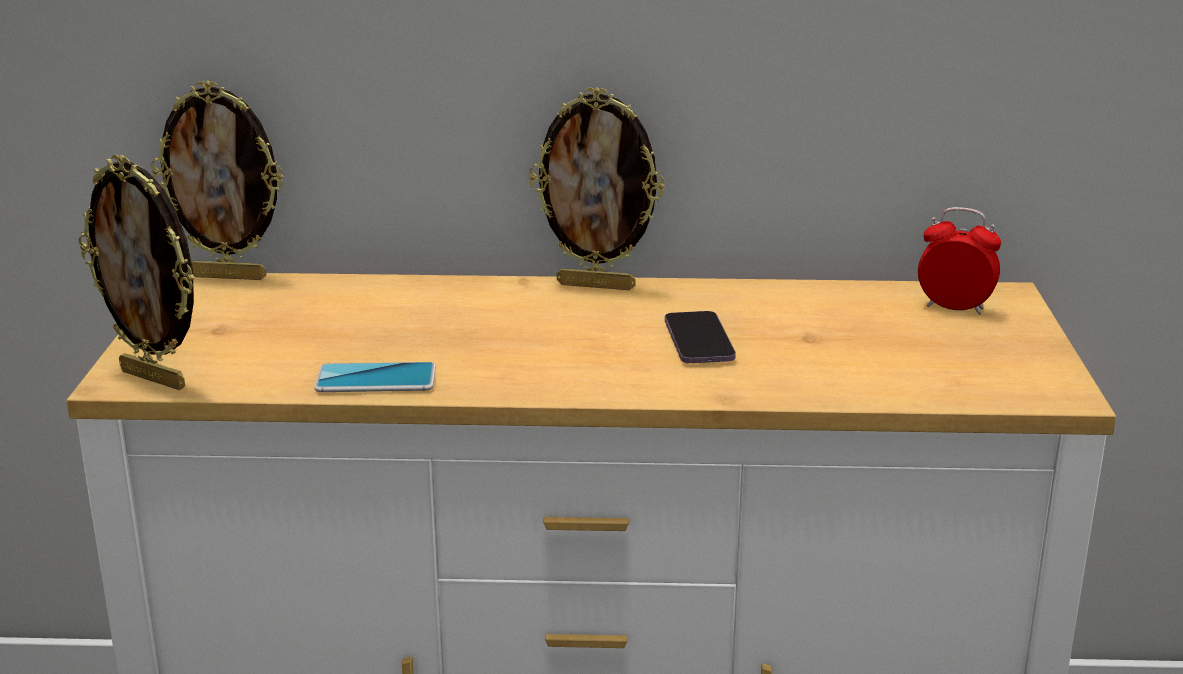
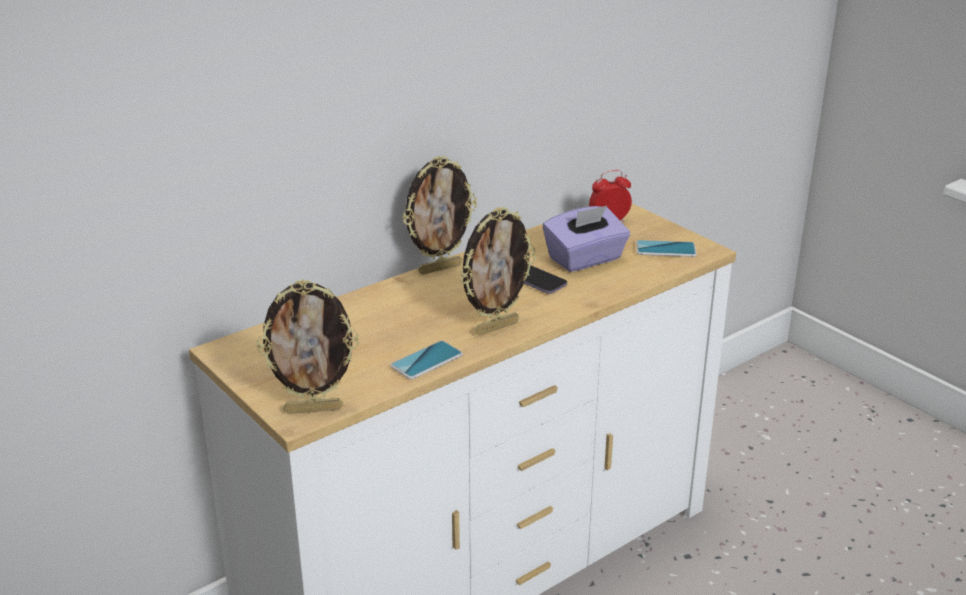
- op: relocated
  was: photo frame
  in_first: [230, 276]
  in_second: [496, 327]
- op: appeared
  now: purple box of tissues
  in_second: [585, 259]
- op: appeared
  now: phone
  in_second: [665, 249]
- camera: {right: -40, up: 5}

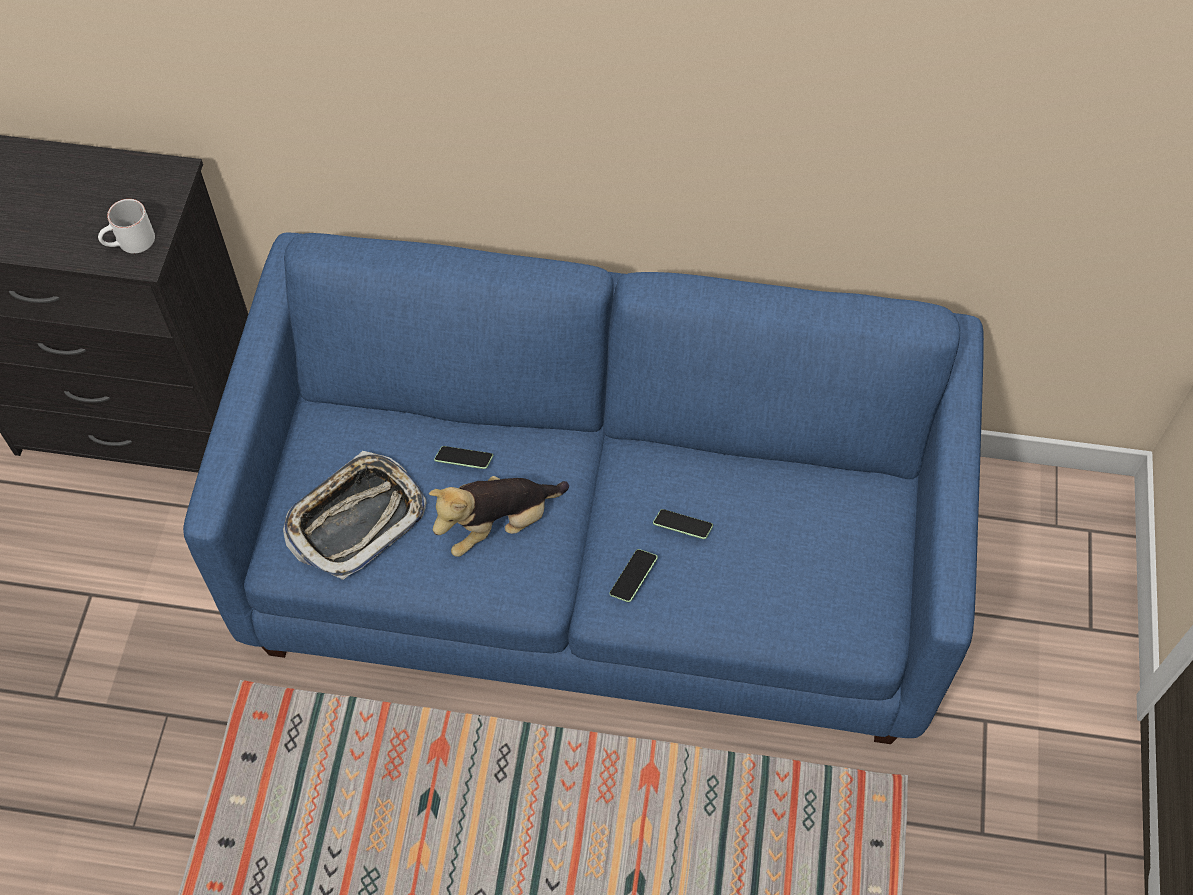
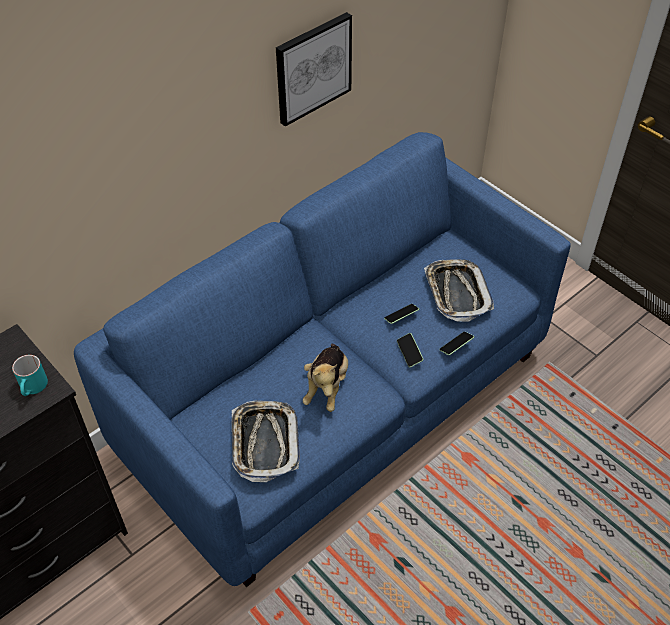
- op: colour
  was: whitish coffee mug
  now: blue-green coffee mug
  in_first: [130, 244]
  in_second: [33, 388]
- op: relocated
  was: phone
  in_first: [464, 461]
  in_second: [456, 346]
- op: appeared
  now: wall art
  in_second: [312, 68]
- op: appeared
  now: tray
  in_second: [457, 293]
- camera: {right: -50, up: -10}

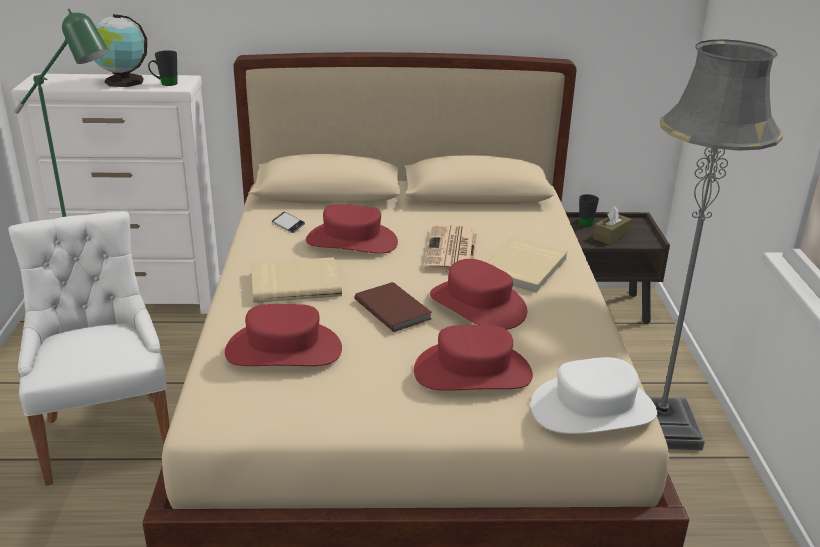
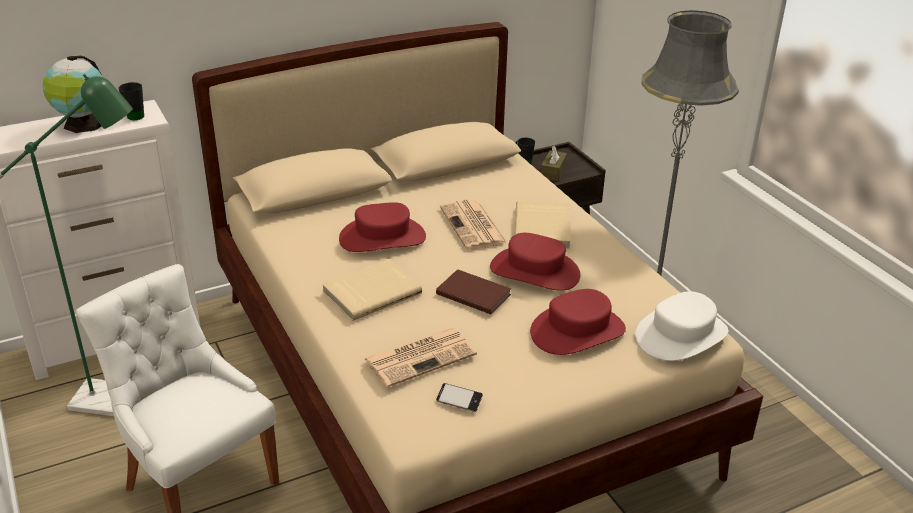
- op: exchanged
  was: reddish hat
  now: printed paper
  in_first: [284, 350]
  in_second: [421, 356]
- op: relocated
  was: phone
  in_first: [288, 225]
  in_second: [459, 400]
- camera: {right: -25, up: 5}

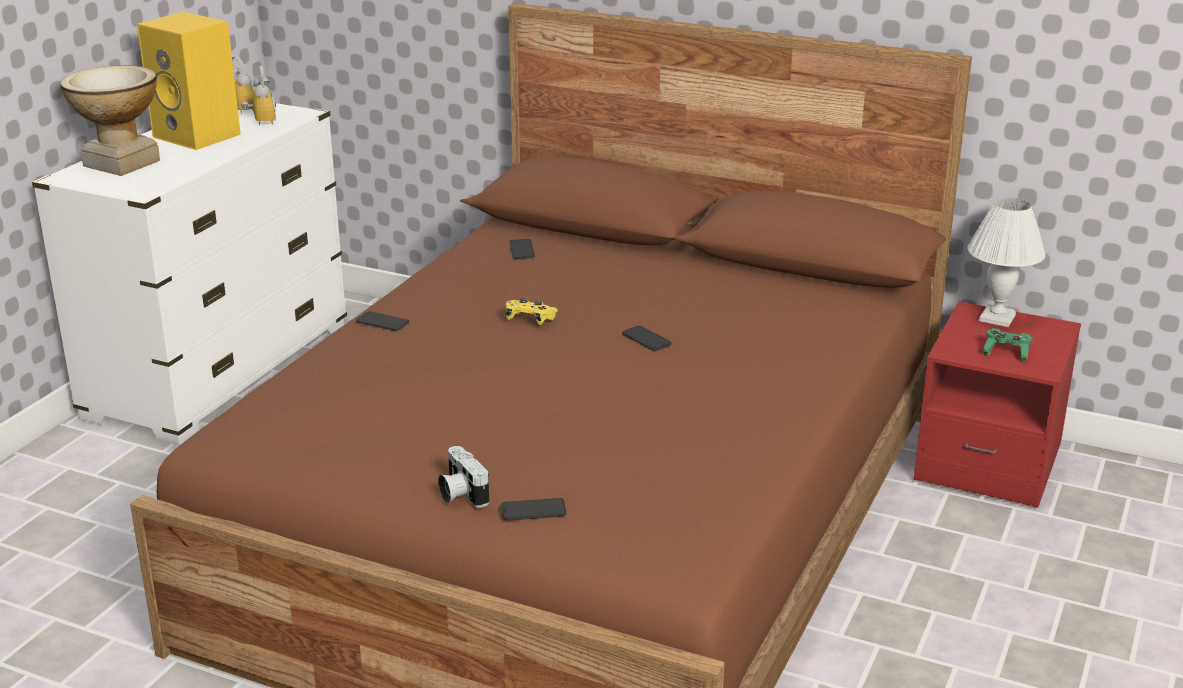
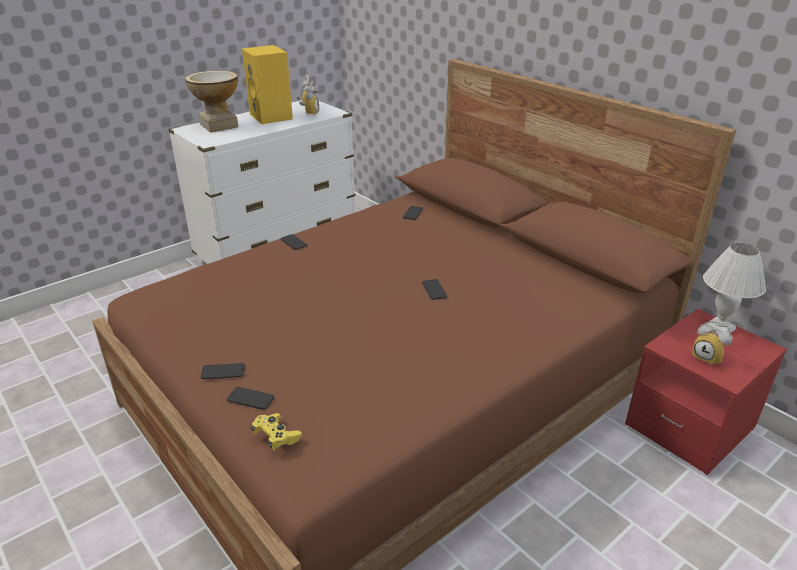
- op: exchanged
  was: still camera
  now: phone
  in_first: [460, 493]
  in_second: [223, 371]
- op: relocated
  was: yellow game controller
  in_first: [530, 319]
  in_second: [276, 437]
- op: exchanged
  was: greenish game controller
  now: table clock
  in_first: [1006, 352]
  in_second: [708, 358]
- camera: {right: 25, up: 5}

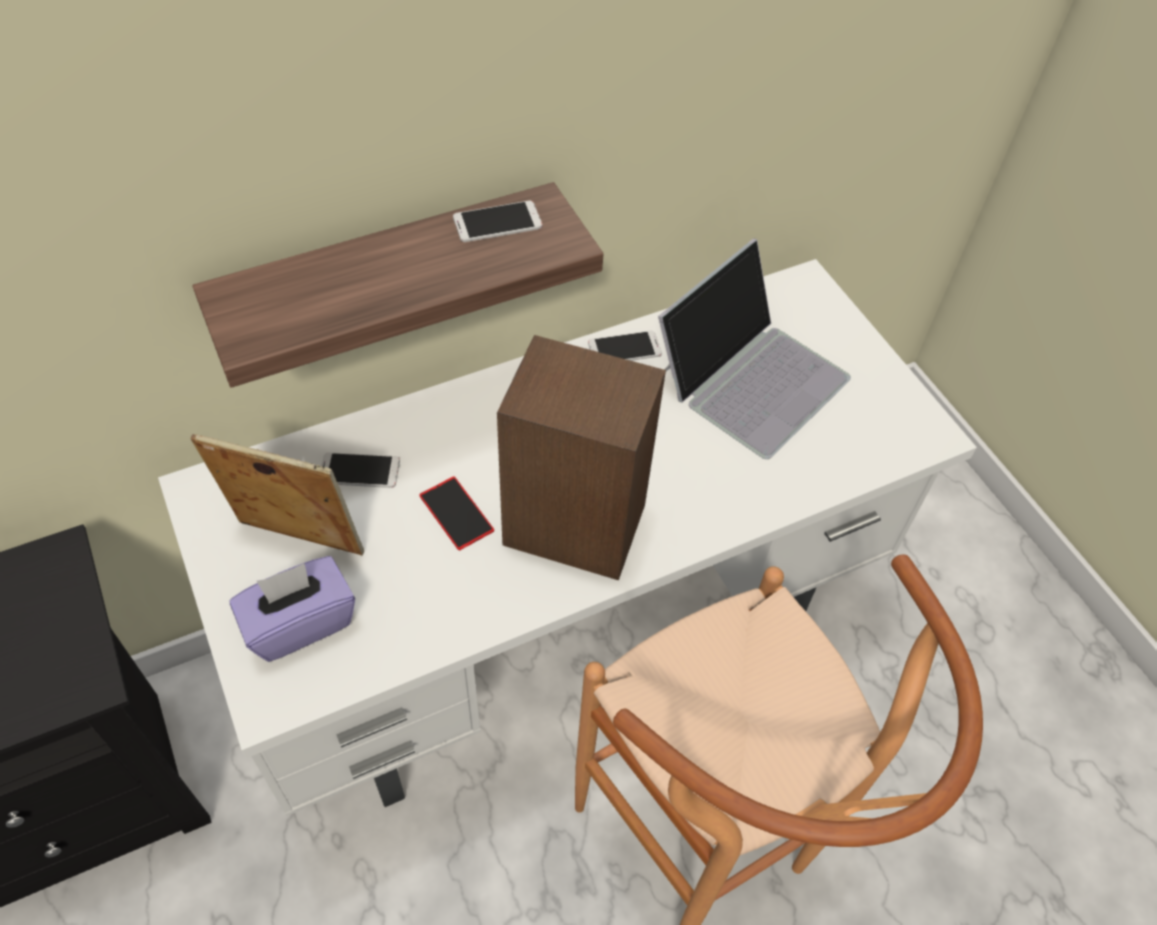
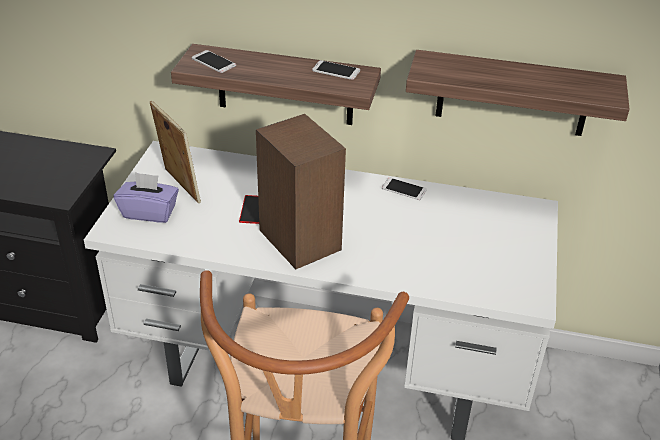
- op: relocated
  was: phone
  in_first: [359, 471]
  in_second: [213, 62]
- op: missing
  was: laptop
  in_first: [750, 376]
- op: appeared
  now: bracket shelf
  in_second: [513, 94]
- camera: {right: 40, up: -15}

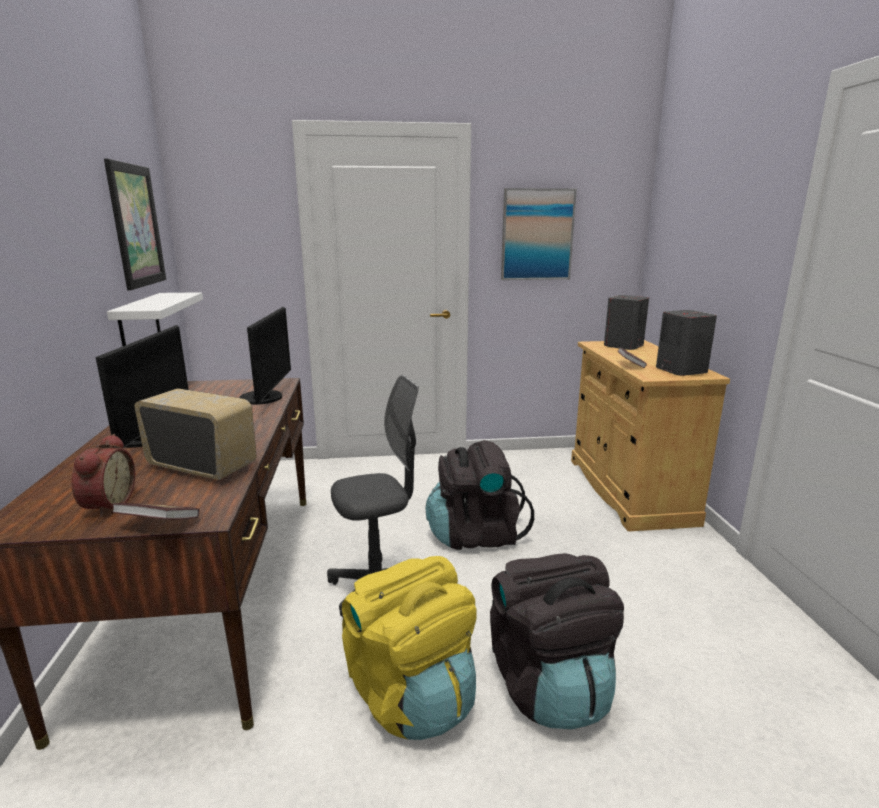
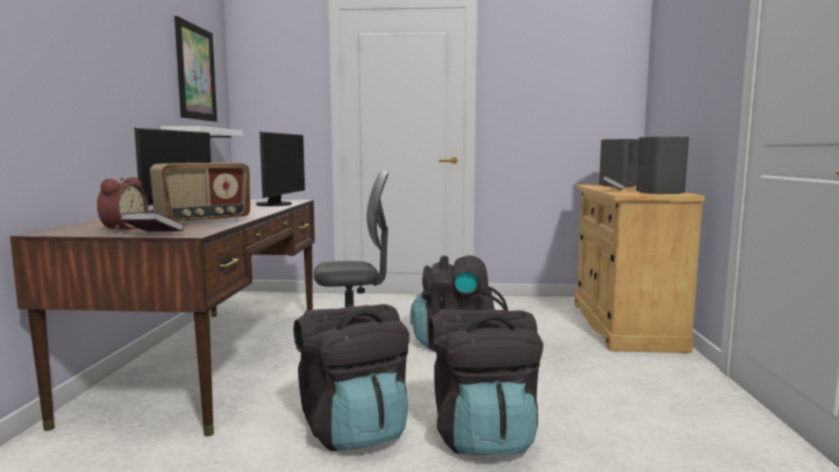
- op: spun
  was: radio set
  in_first: [203, 466]
  in_second: [204, 221]
  clockwise: 105
- op: colour
  was: yellow knapsack
  now: blackish knapsack
  in_first: [411, 694]
  in_second: [354, 430]
- op: missing
  was: wall art
  in_first: [537, 235]
- camera: {right: 10, up: -10}

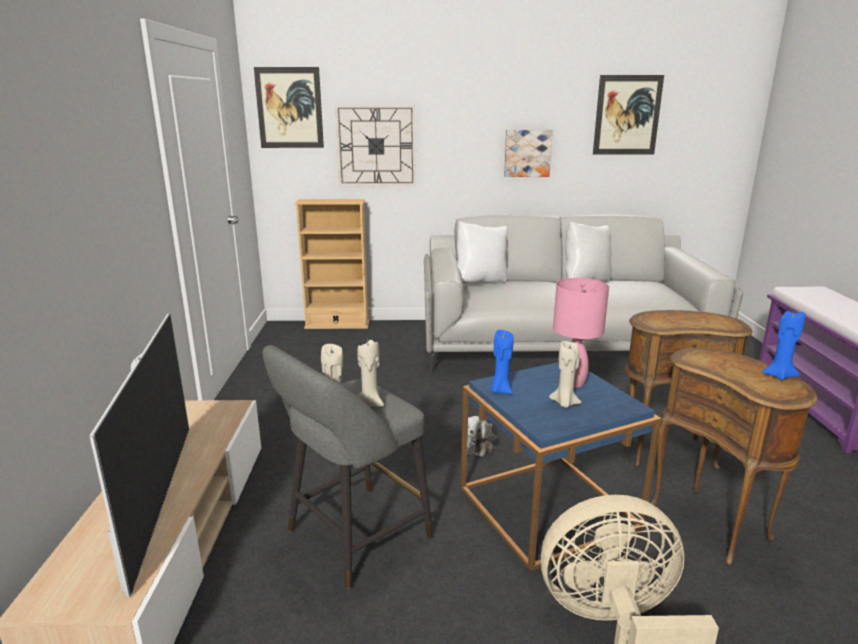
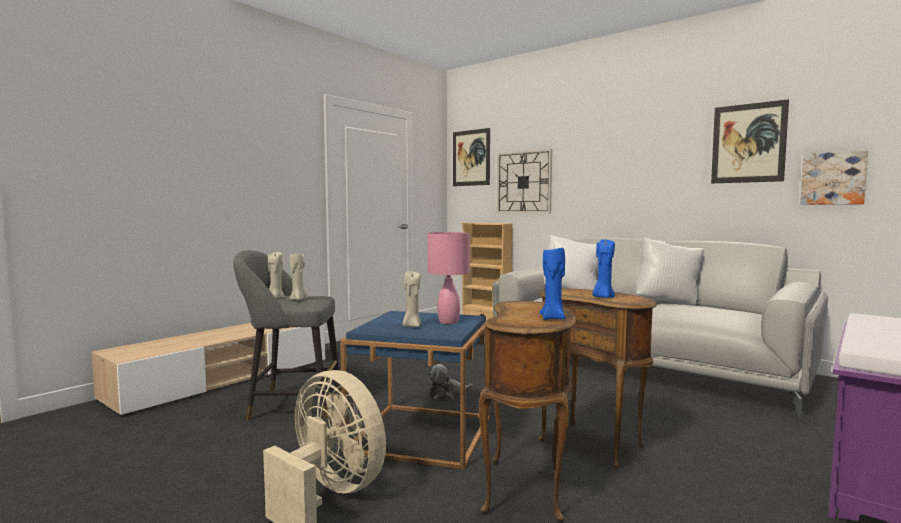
- op: missing
  was: television
  in_first: [162, 498]
- op: relocated
  was: bluish wax light
  in_first: [500, 390]
  in_second: [603, 297]
- op: relocated
  was: wall art
  in_first: [527, 153]
  in_second: [833, 178]
- camera: {right: 40, up: -15}

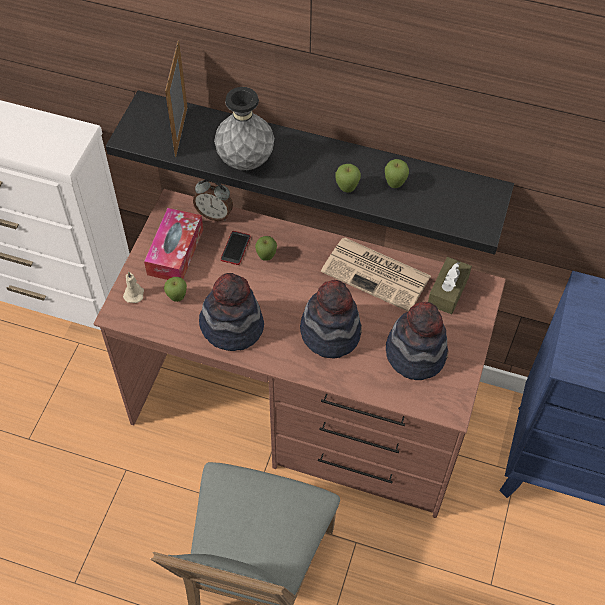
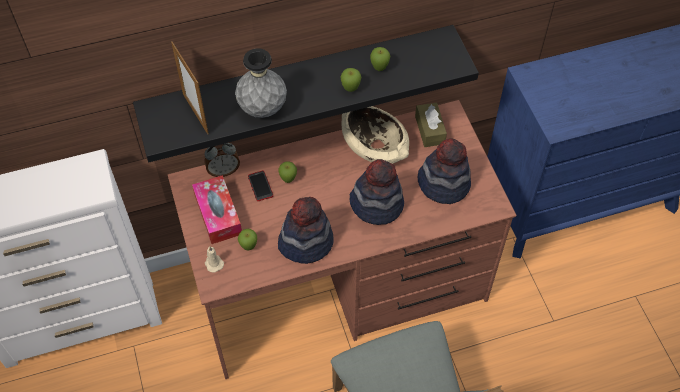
- op: exchanged
  was: printed paper
  now: sand-coloured deep dish
  in_first: [377, 274]
  in_second: [374, 146]
- camera: {right: -35, up: 0}

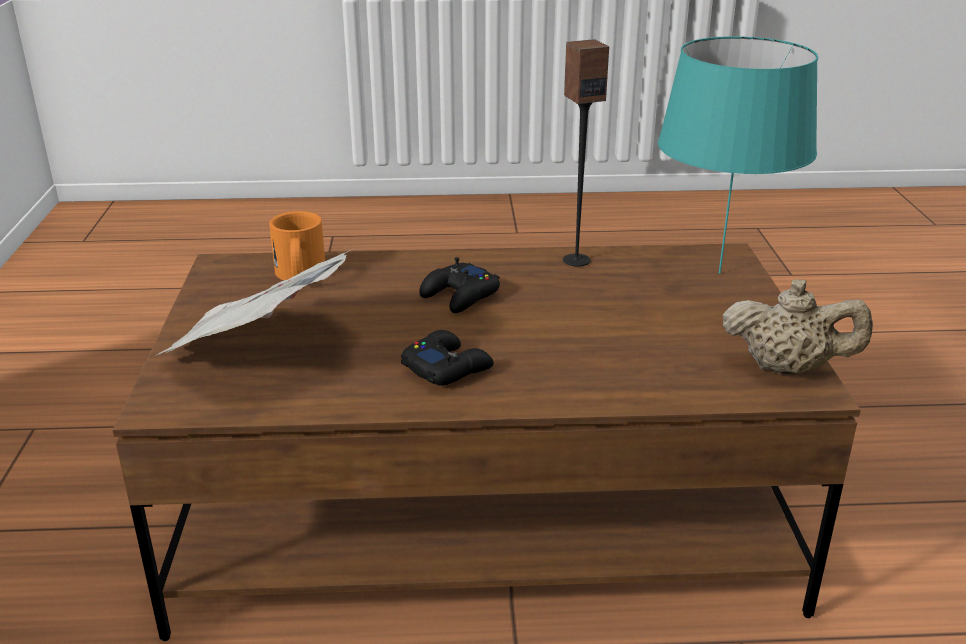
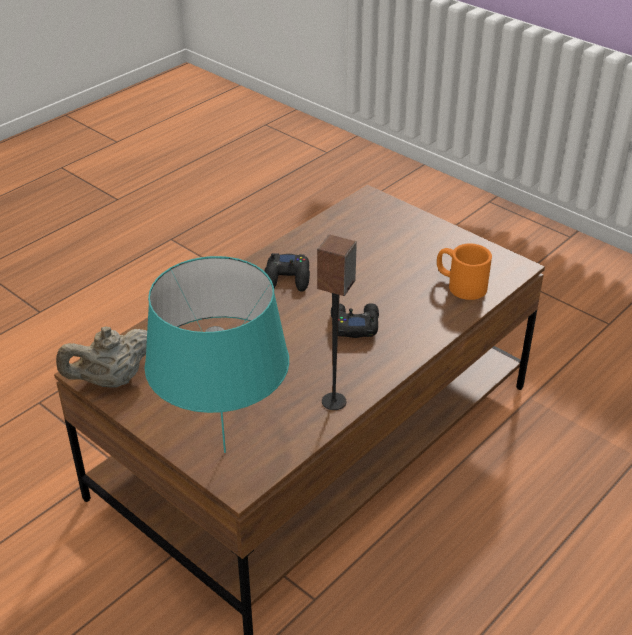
- op: missing
  was: printed paper
  in_first: [261, 349]
- camera: {right: 135, up: 10}

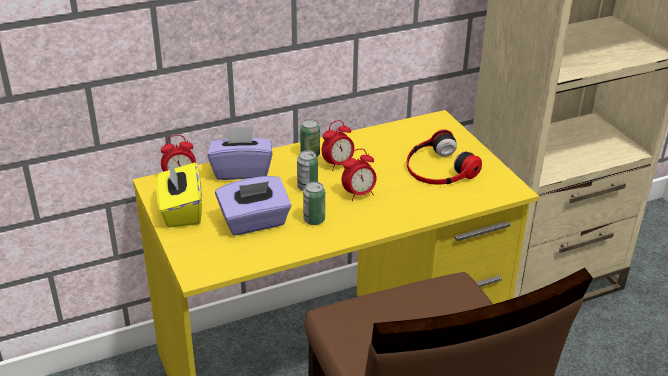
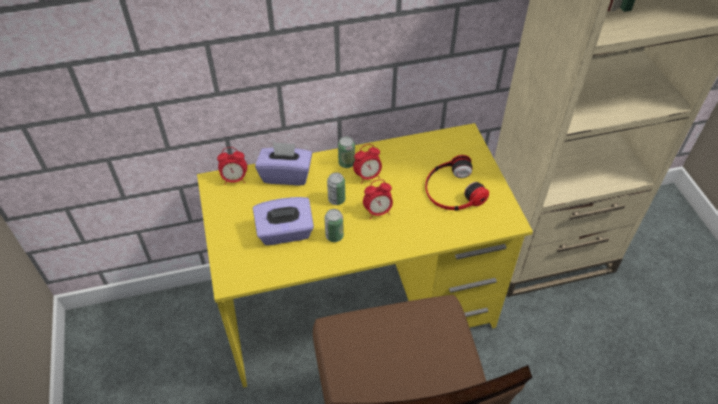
- op: missing
  was: yellow box of tissues
  in_first: [181, 211]
- camera: {right: 10, up: 15}

